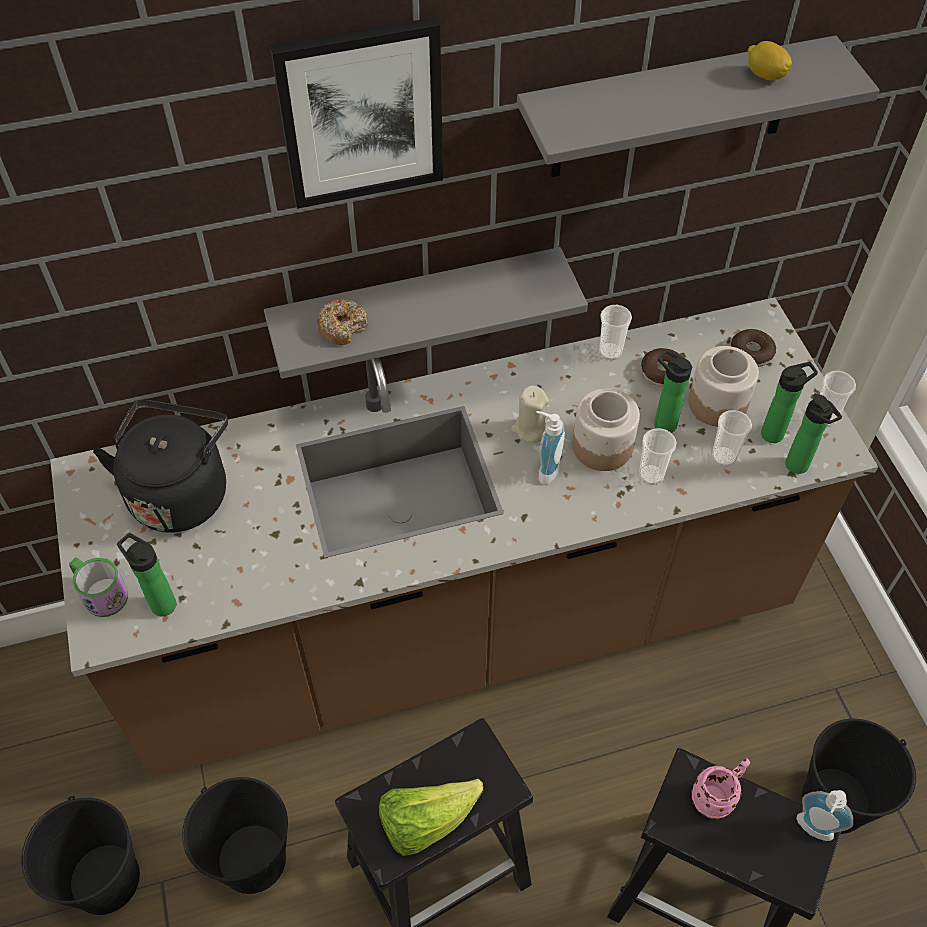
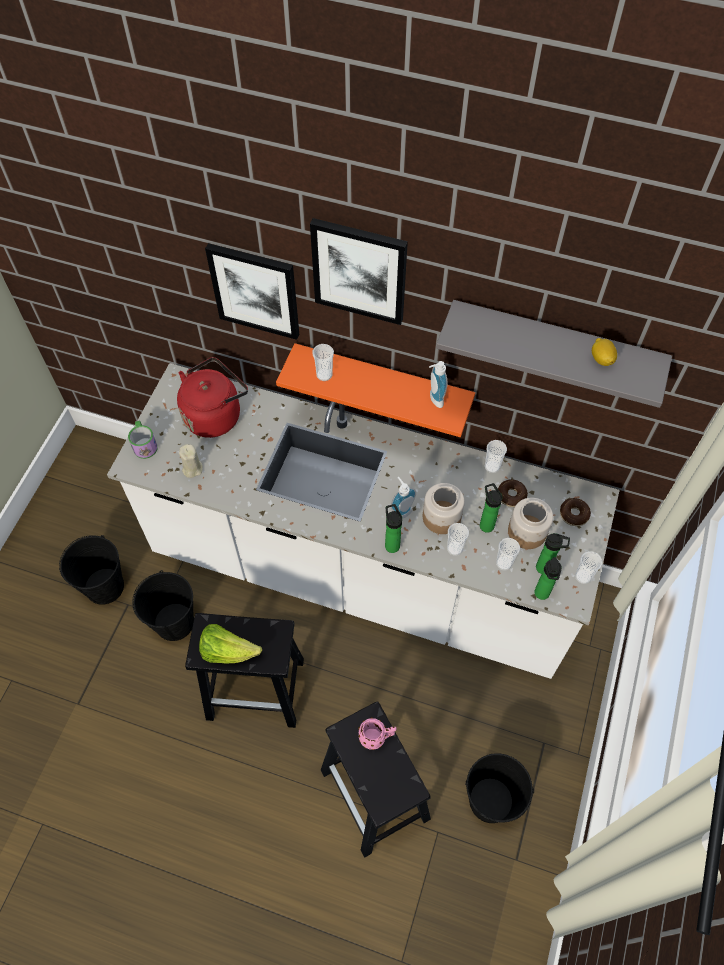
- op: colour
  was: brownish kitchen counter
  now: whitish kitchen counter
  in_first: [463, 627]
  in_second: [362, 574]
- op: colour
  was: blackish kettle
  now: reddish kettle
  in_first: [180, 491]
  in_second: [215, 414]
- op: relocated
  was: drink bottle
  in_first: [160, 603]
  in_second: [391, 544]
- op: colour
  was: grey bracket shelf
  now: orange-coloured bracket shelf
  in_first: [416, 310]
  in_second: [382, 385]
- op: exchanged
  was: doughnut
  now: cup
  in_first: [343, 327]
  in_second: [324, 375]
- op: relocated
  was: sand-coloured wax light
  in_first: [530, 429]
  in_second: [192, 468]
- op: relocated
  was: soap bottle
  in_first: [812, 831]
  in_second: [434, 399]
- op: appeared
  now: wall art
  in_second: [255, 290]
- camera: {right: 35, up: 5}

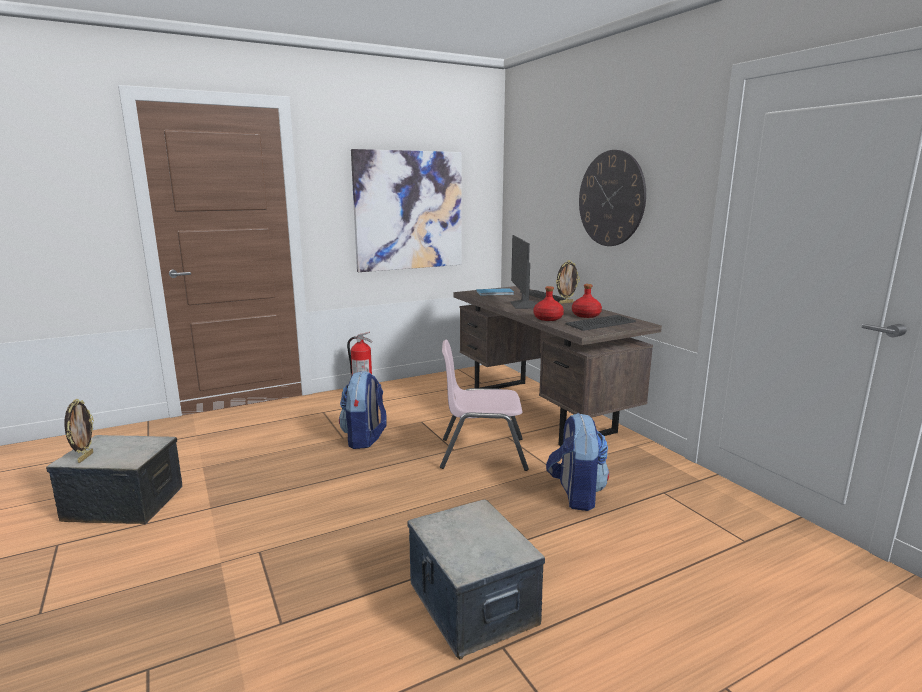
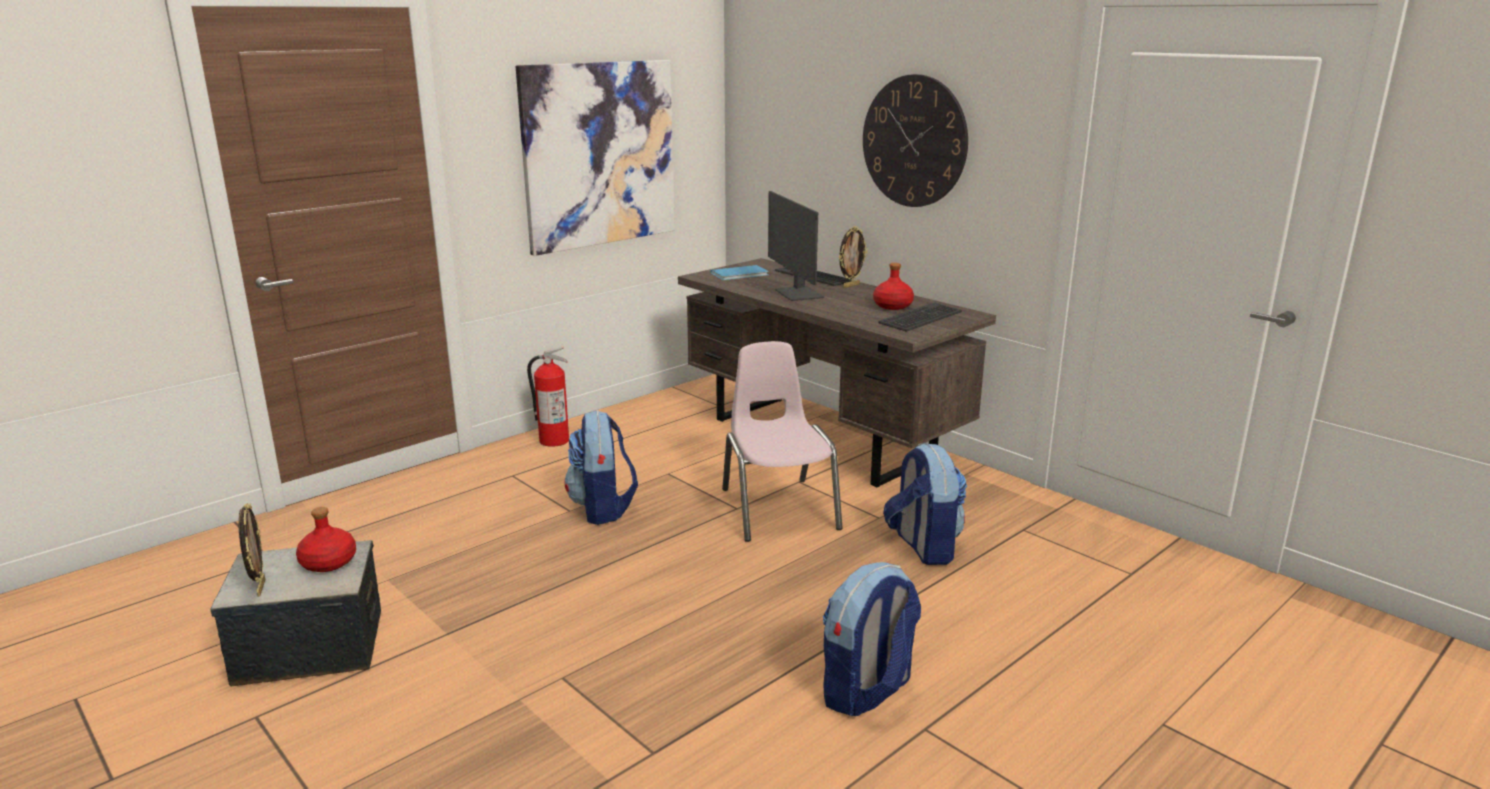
- op: exchanged
  was: storage container
  now: knapsack
  in_first: [471, 604]
  in_second: [867, 692]
- op: spun
  was: pink plain chair
  in_first: [482, 453]
  in_second: [778, 509]
  clockwise: 90
- op: relocated
  was: reddish drink bottle
  in_first: [548, 318]
  in_second: [328, 563]
- camera: {right: -15, up: 5}

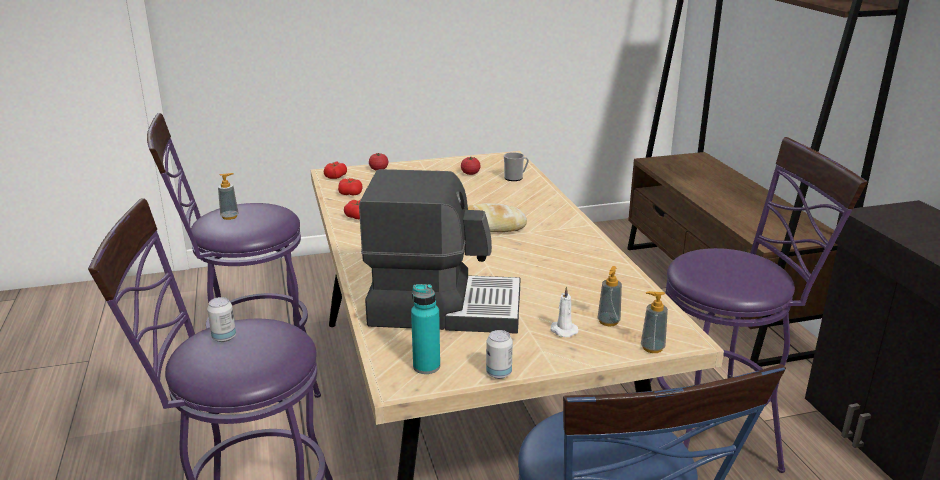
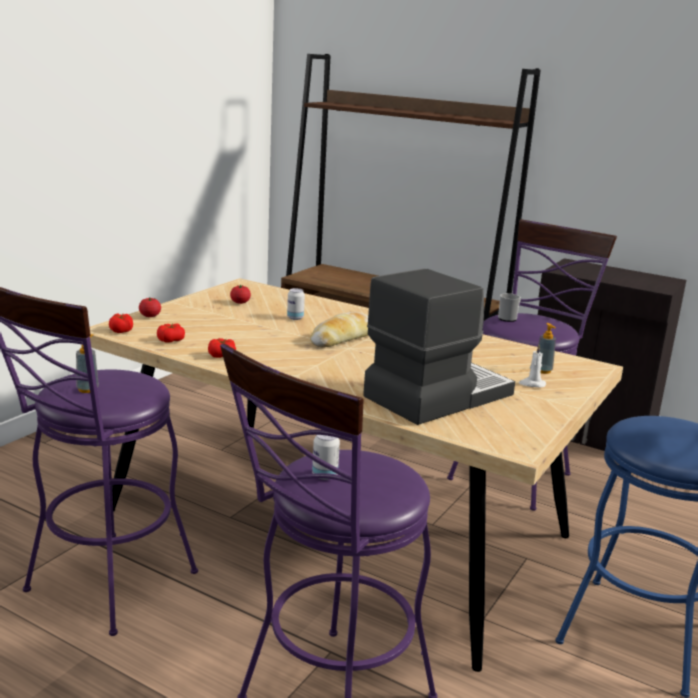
- op: missing
  was: blue-green drink bottle
  in_first: [426, 366]
- op: relocated
  was: can
  in_first: [498, 373]
  in_second: [295, 318]
- op: relocated
  was: coffee mug
  in_first: [515, 178]
  in_second: [509, 318]
- op: missing
  was: soap bottle
  in_first: [652, 348]
- camera: {right: -45, up: -5}

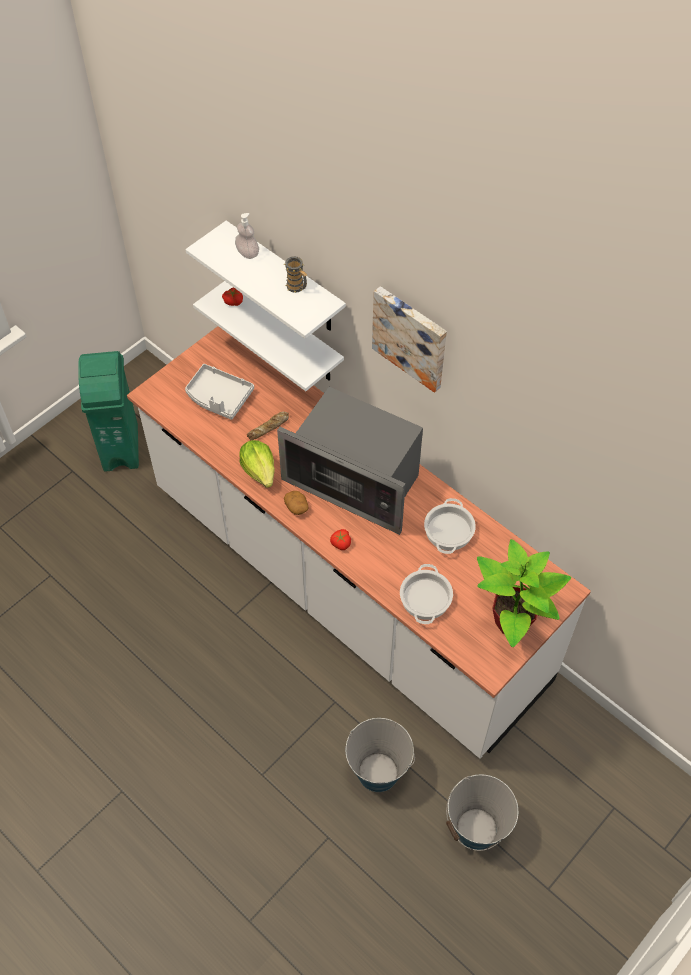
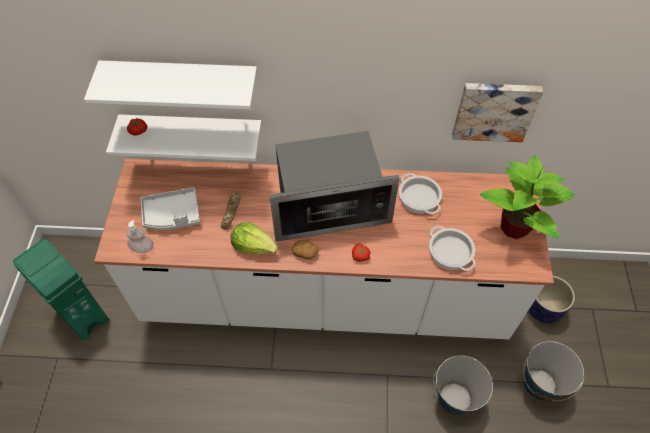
- op: relocated
  was: soap bottle
  in_first: [247, 253]
  in_second: [142, 248]
- op: missing
  was: coffee mug
  in_first: [297, 288]
- op: relocated
  was: wall art
  in_first: [411, 337]
  in_second: [494, 110]
- op: appeared
  now: plant pot
  in_second: [543, 309]
- camera: {right: -40, up: 0}

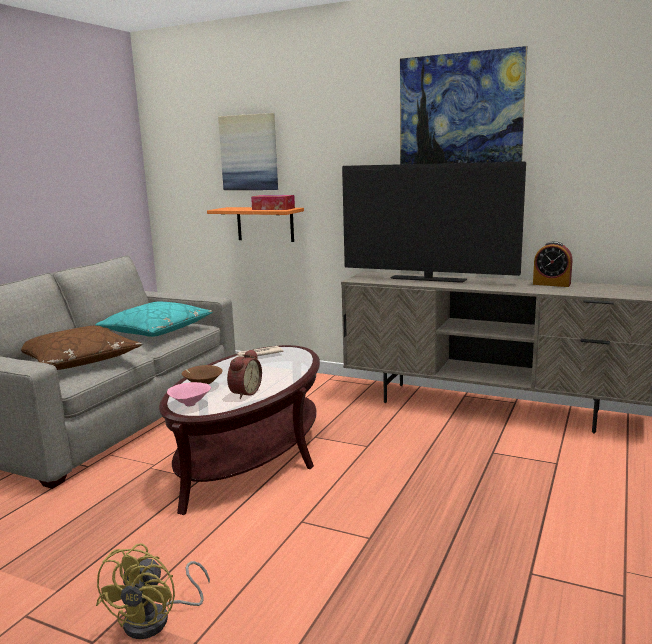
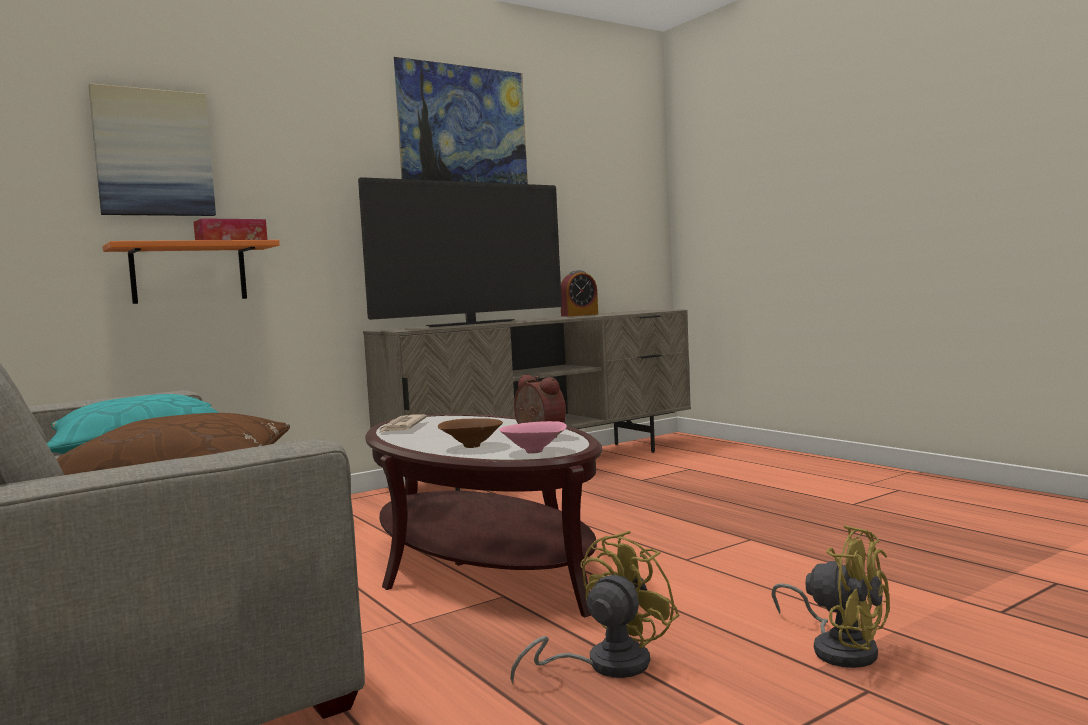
- op: appeared
  now: yellow electric fan
  in_second: [604, 665]
- camera: {right: -60, up: -10}

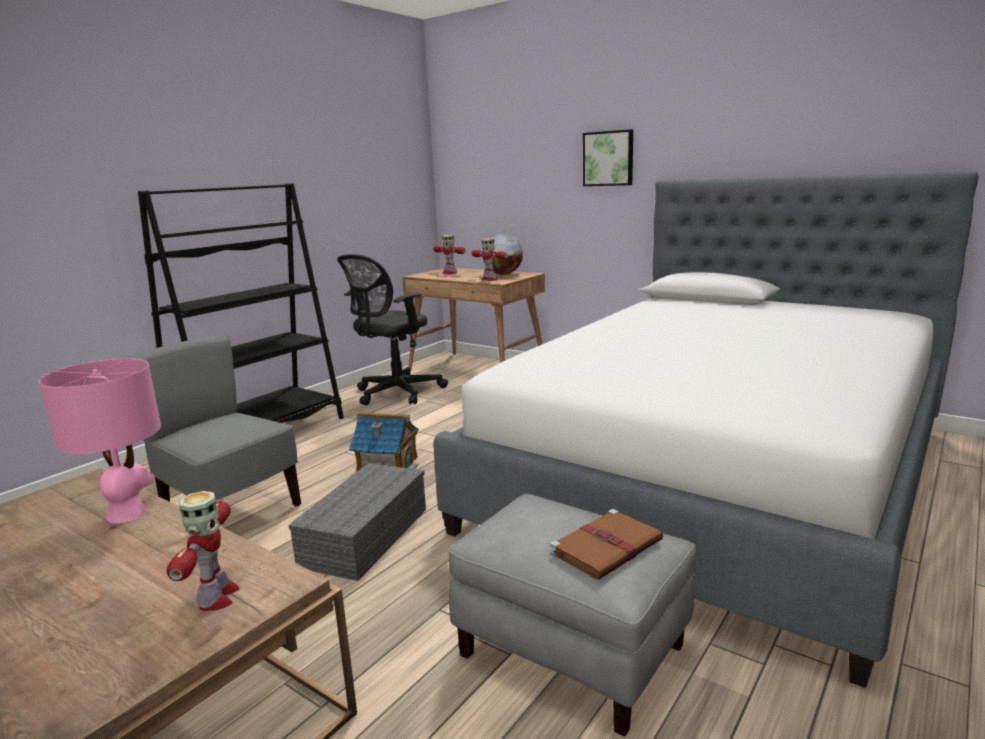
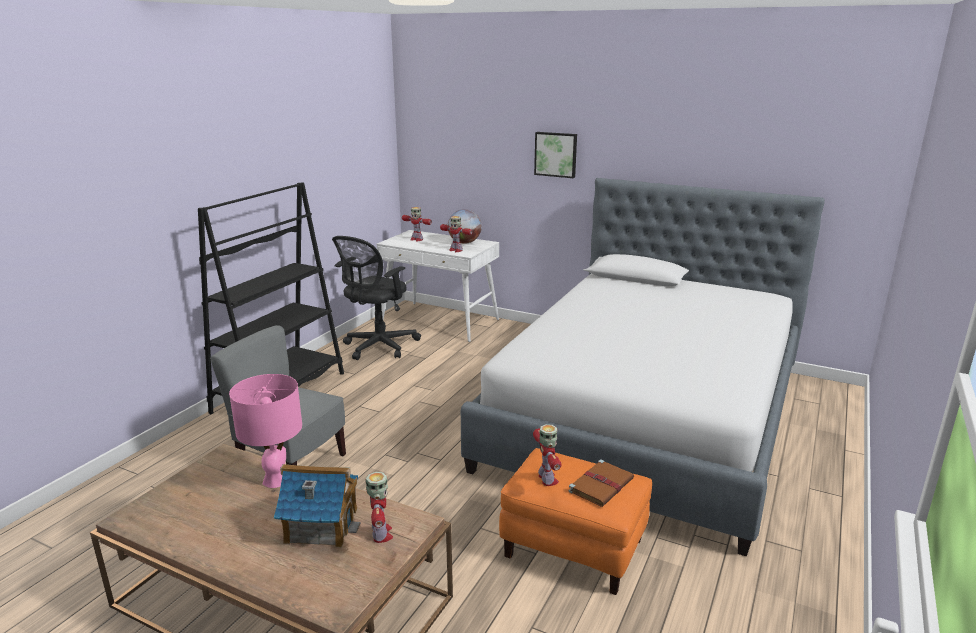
- op: missing
  was: grey storage container
  in_first: [365, 535]
- op: relocated
  was: toy house
  in_first: [387, 465]
  in_second: [321, 525]
- op: colour
  was: brownish desk table
  now: whitish desk table
  in_first: [477, 370]
  in_second: [440, 321]
- op: colour
  was: grey footrest
  now: orange-coloured footrest
  in_first: [572, 649]
  in_second: [574, 547]
- op: appeared
  now: robot figure
  in_second: [547, 479]
- camera: {right: -10, up: 5}

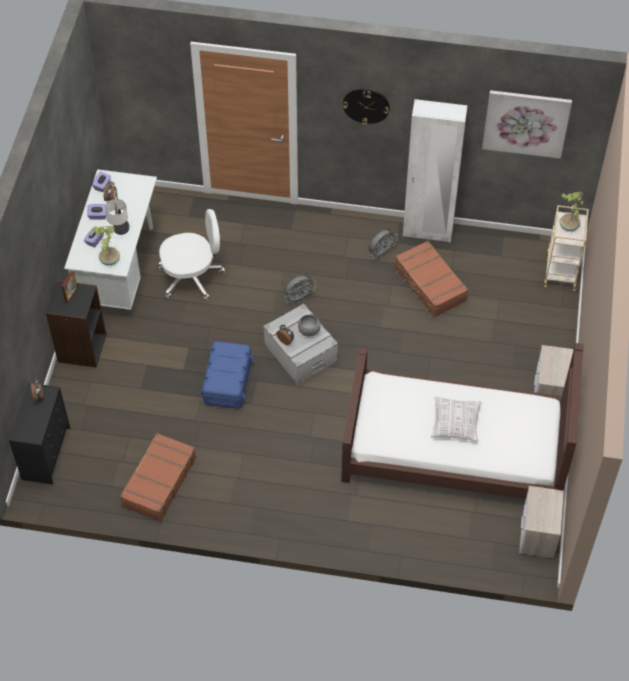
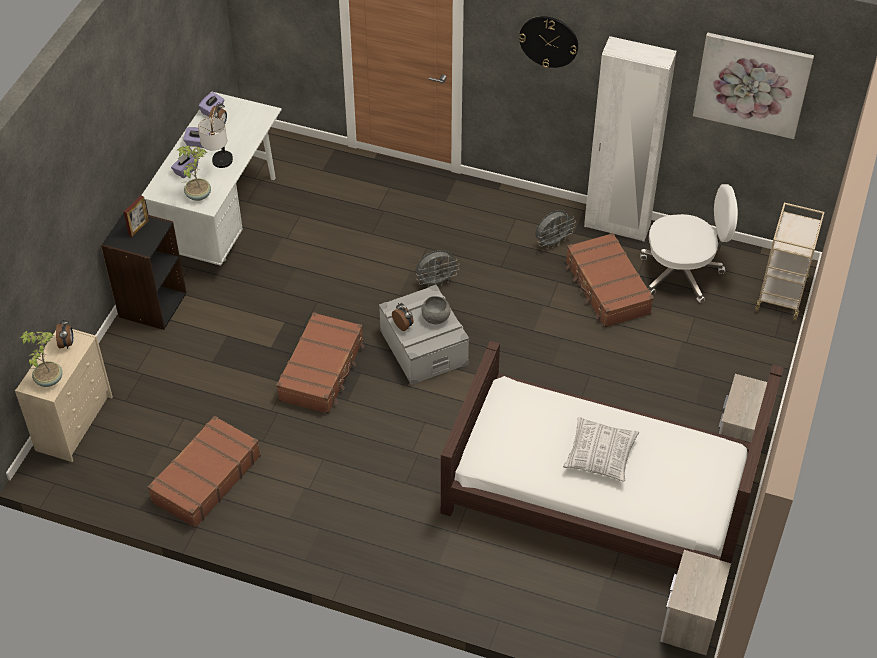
- op: colour
  was: blackish chest of drawers
  now: sand-coloured chest of drawers
  in_first: [46, 452]
  in_second: [75, 422]
- op: relocated
  was: whitish desk chair
  in_first: [192, 277]
  in_second: [682, 273]
- op: exchanged
  was: bluish storage container
  now: brownish travel case
  in_first: [227, 383]
  in_second: [322, 370]
- op: relocated
  was: plant in a pot
  in_first: [568, 226]
  in_second: [48, 380]
- camera: {right: 10, up: -5}

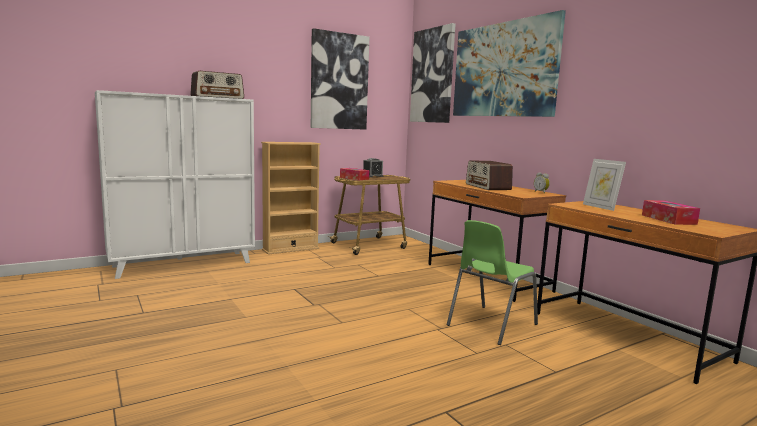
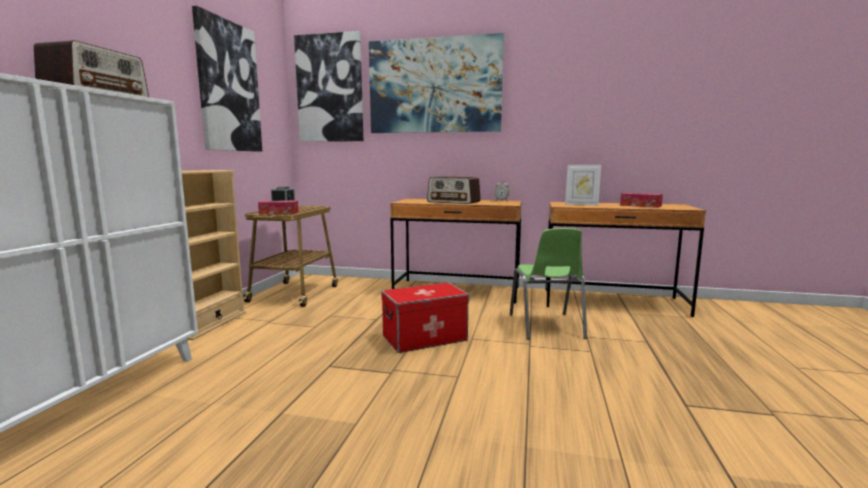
- op: appeared
  now: storage container
  in_second: [424, 338]
- camera: {right: -45, up: 0}

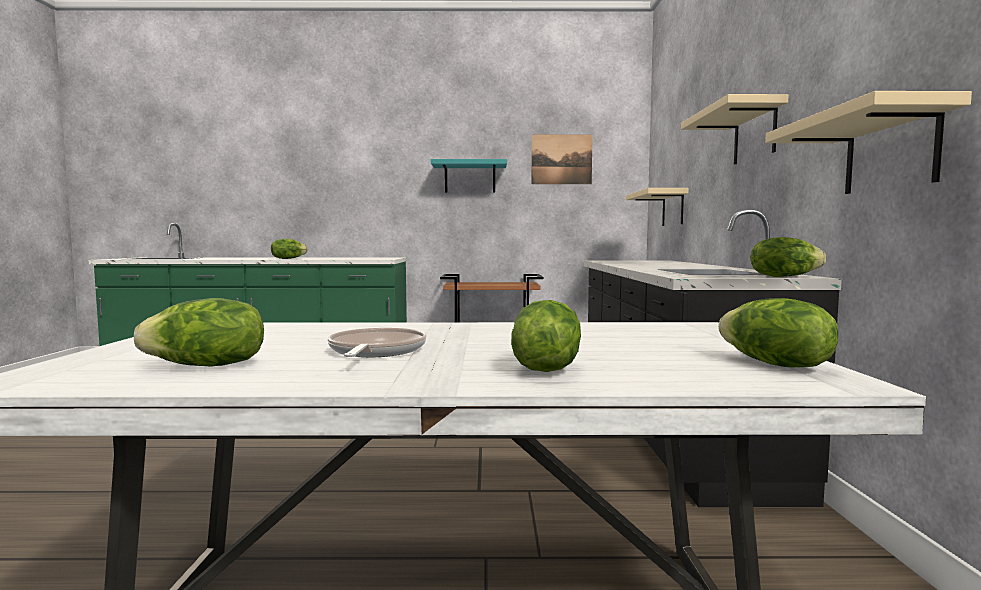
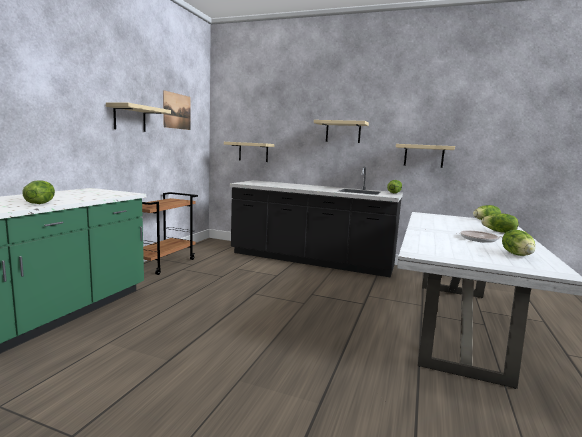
- op: colour
  was: blue-green bracket shelf
  now: sand-coloured bracket shelf
  in_first: [470, 178]
  in_second: [129, 118]
- camera: {right: -70, up: 5}

